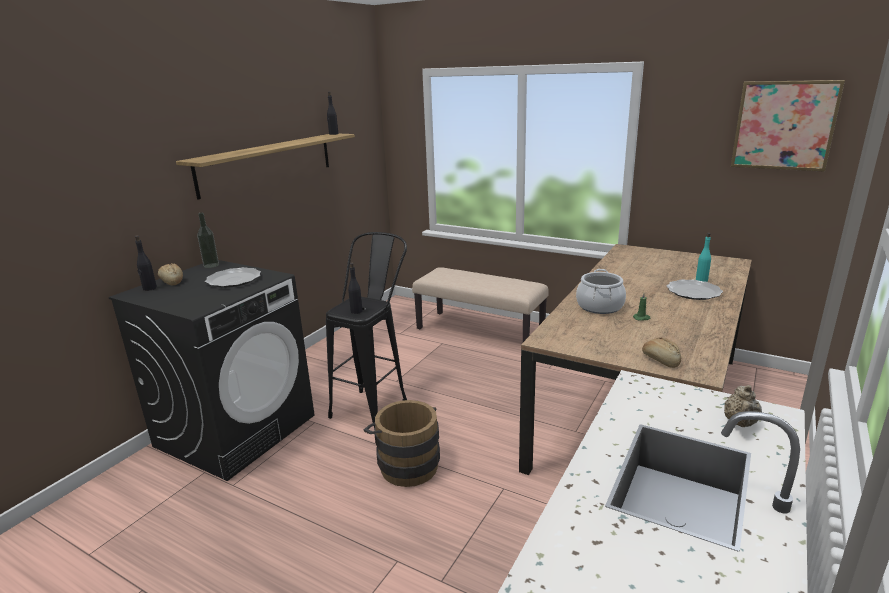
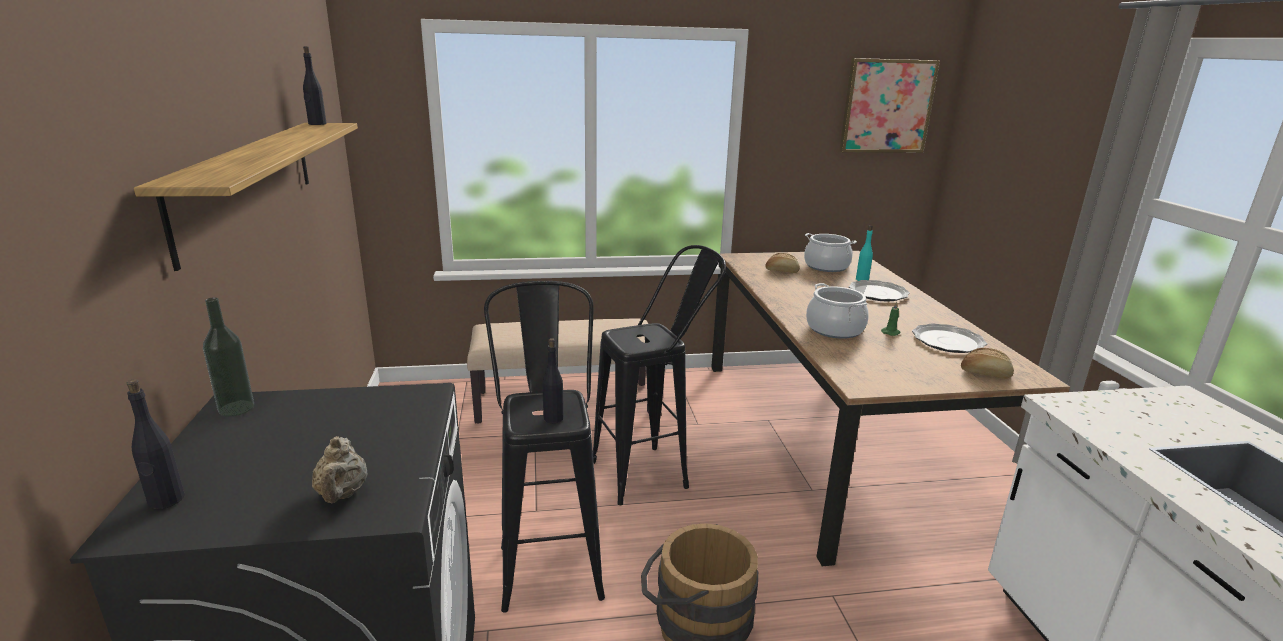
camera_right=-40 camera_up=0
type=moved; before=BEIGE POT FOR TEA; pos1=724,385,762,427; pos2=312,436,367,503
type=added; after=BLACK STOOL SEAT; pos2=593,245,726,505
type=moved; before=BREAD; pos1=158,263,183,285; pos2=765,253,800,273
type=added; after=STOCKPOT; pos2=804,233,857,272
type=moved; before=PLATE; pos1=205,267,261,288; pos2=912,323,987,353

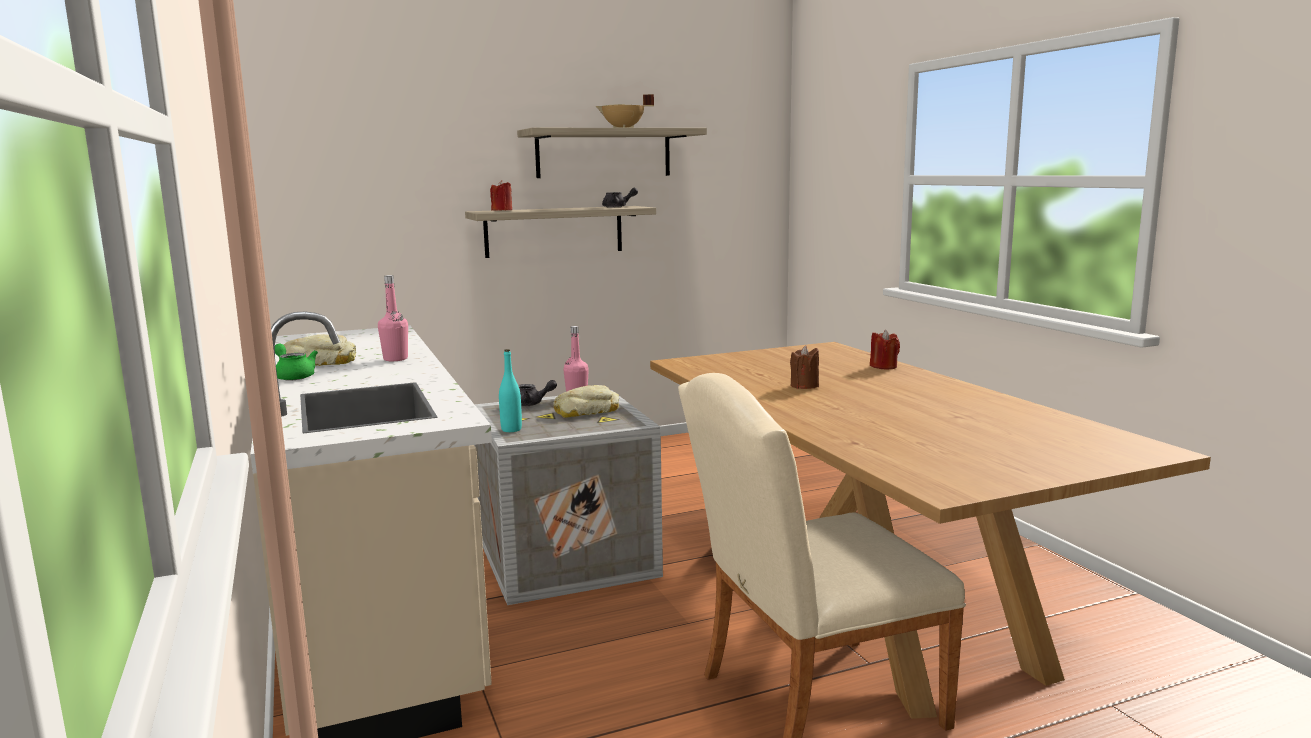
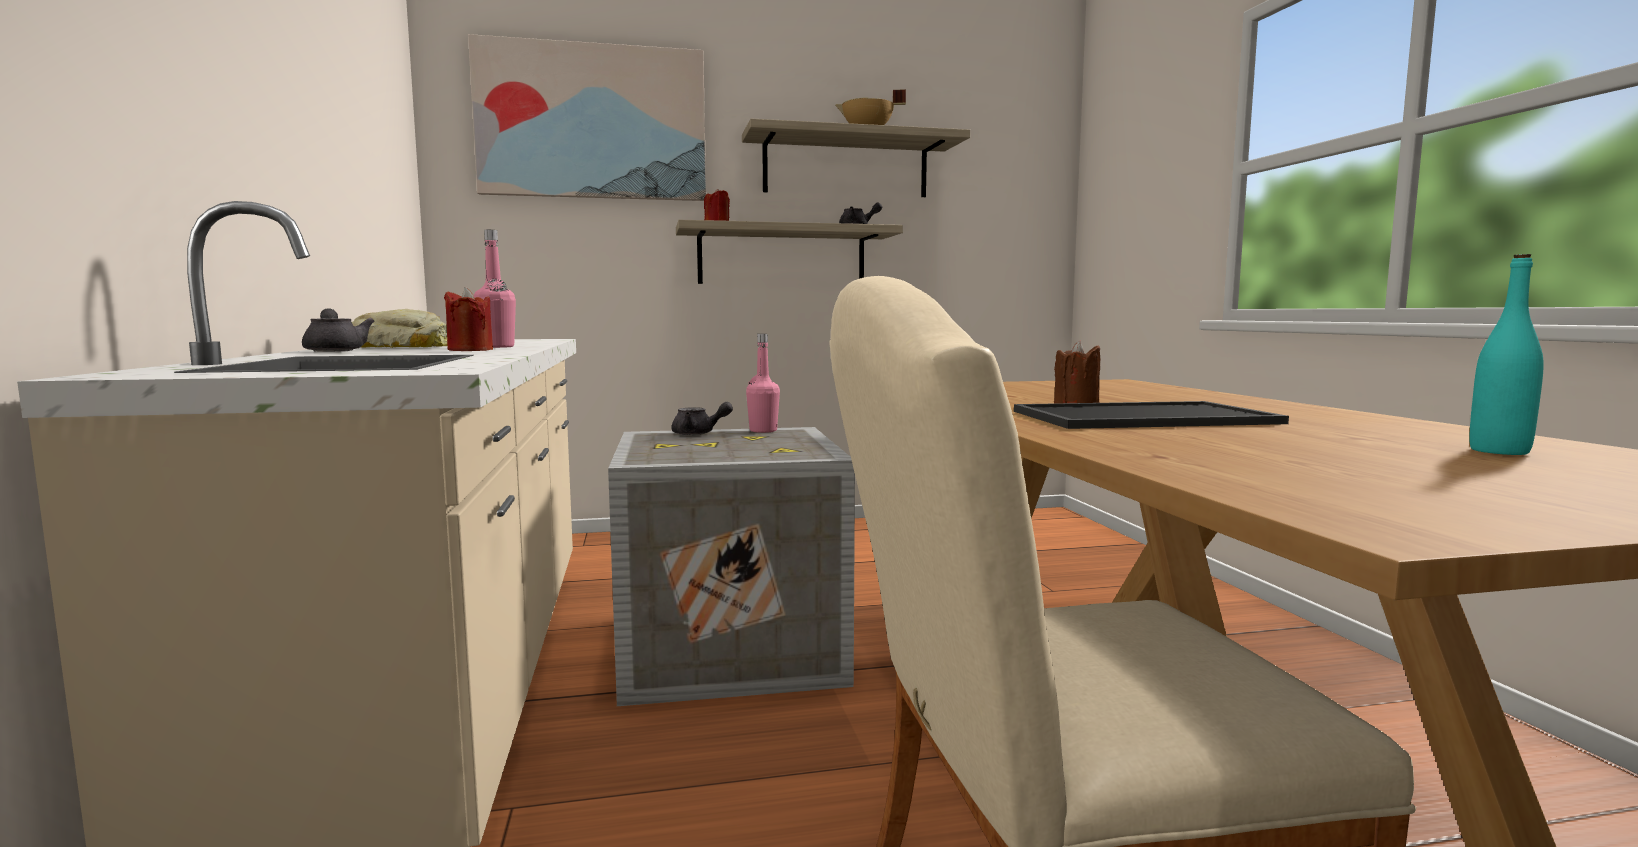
camera_right=10 camera_up=-5
type=recoloured; before=GREEN-COLOURED POT FOR TEA; after=GRAY POT FOR TEA; pos1=275,344,318,381; pos2=302,308,374,352
type=moved; before=REDDISH CANDLE; pos1=870,330,900,369; pos2=444,287,493,351
type=added; after=PICTURE; pos2=468,34,706,201
type=added; after=SERVING TRAY; pos2=1014,401,1289,429
type=moved; before=TURQUOISE DRINK BOTTLE; pos1=499,349,522,432; pos2=1469,254,1544,455
type=removed; before=BREAD; pos1=553,385,619,418

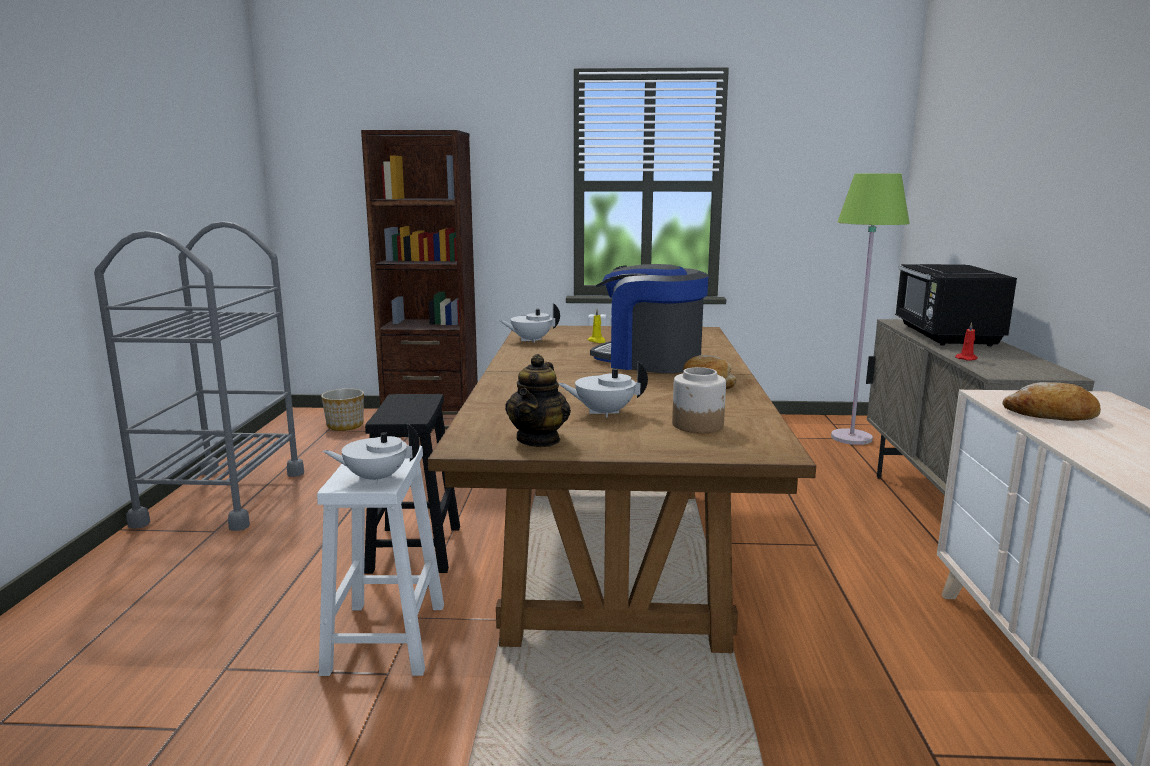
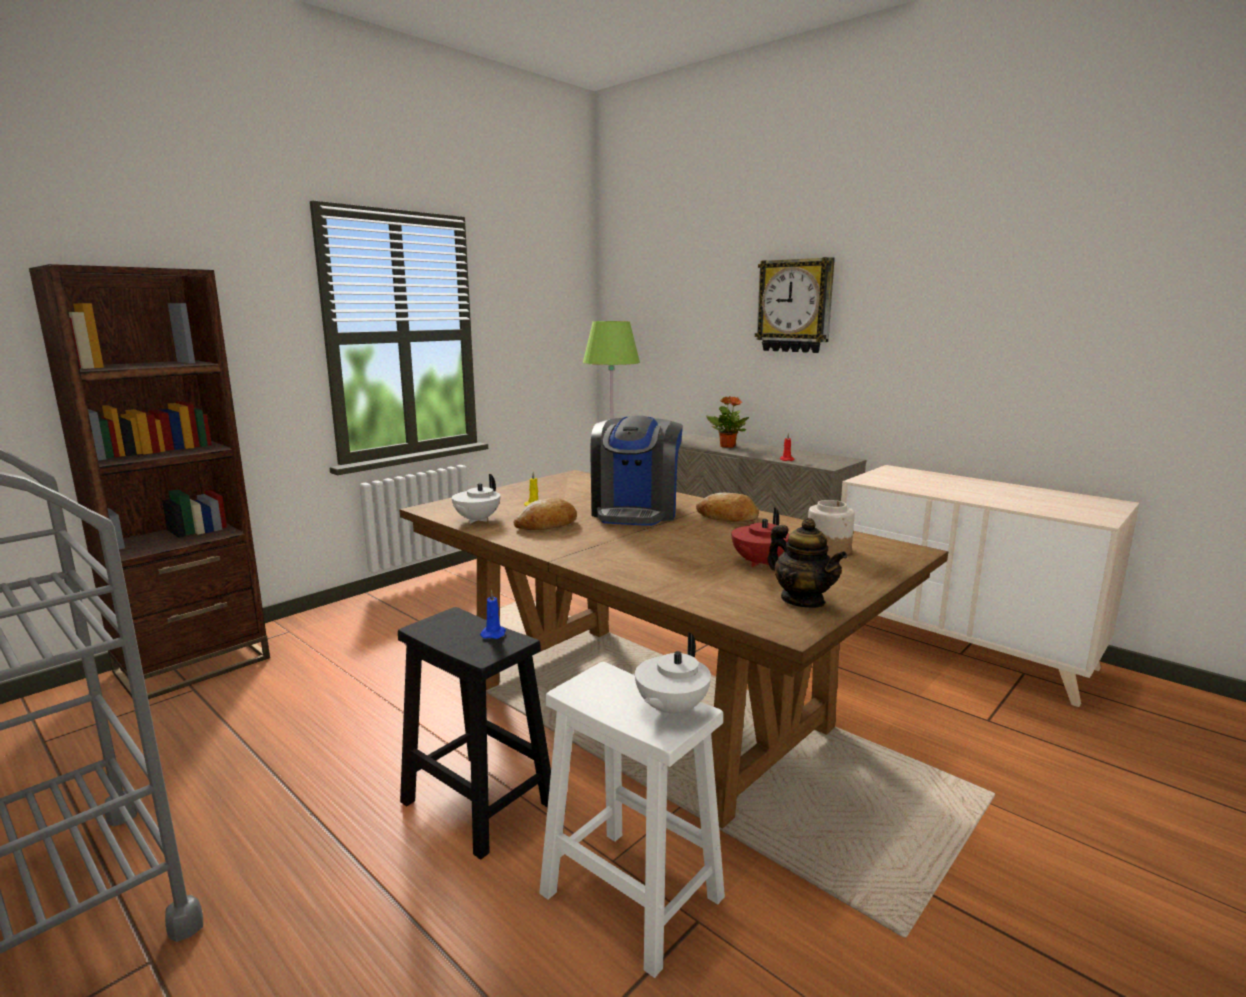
camera_right=-50 camera_up=0
type=added; after=BLUE CANDLE; pos2=480,589,506,639
type=moved; before=BREAD; pos1=1003,382,1101,421; pos2=514,498,577,530
type=turned; before=COFFEE MAKER; pos1=590,264,708,373; pos2=590,415,683,526; turn=-60
type=replaced; before=BLACK KITCHEN MICROWAVE; after=PLANT IN A POT; pos1=895,264,1017,346; pos2=706,396,749,448
type=recoloured; before=WHITE-COLOURED POT FOR TEA; after=REDDISH POT FOR TEA; pos1=558,361,648,418; pos2=731,508,789,567
type=added; after=HANGING CLOCK; pos2=755,257,835,353
type=removed; before=PLANT POT; pos1=321,388,364,431

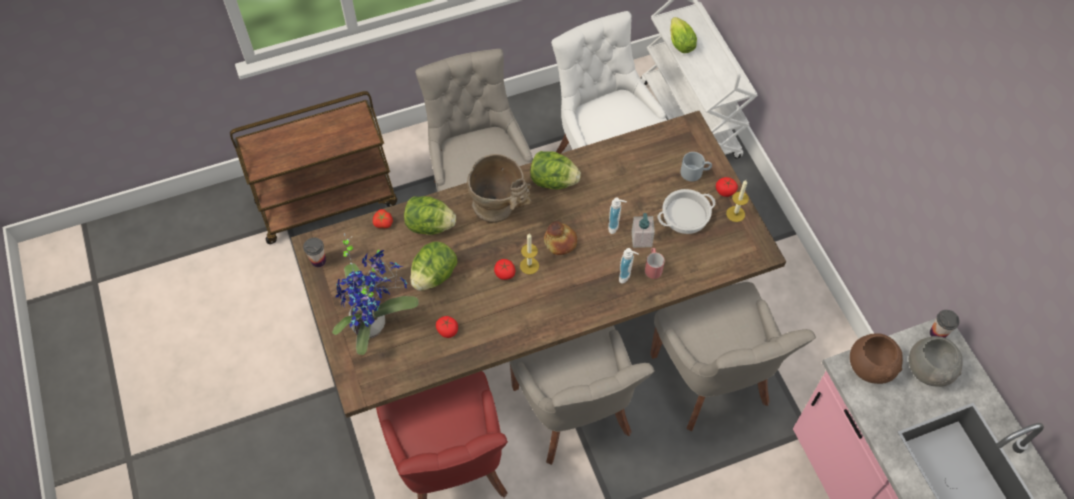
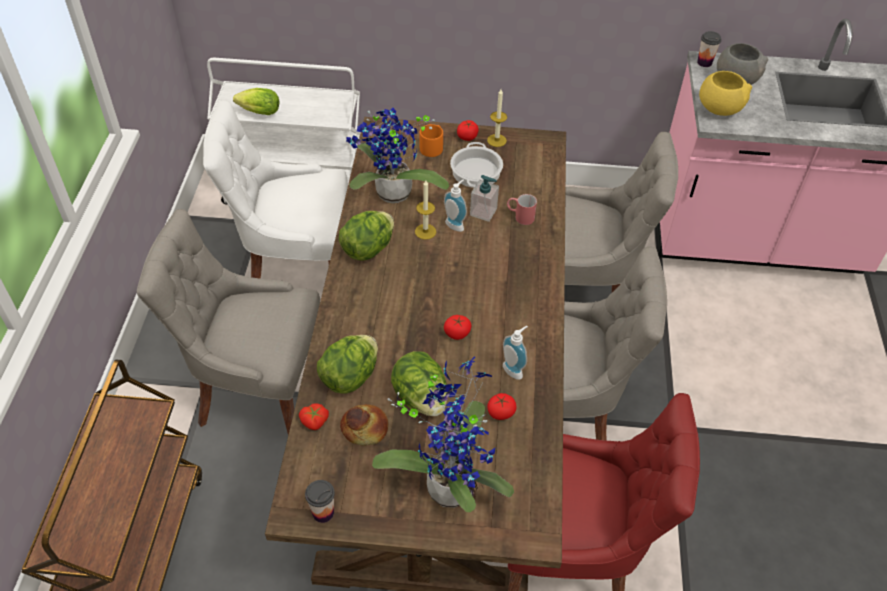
camera_right=-65 camera_up=-10
type=moved; before=BREAD; pos1=544,221,577,255; pos2=340,404,388,446
type=added; after=PLANT IN A POT; pos2=346,108,449,203
type=moved; before=CANDLE; pos1=520,233,539,275; pos2=415,180,436,240
type=recoloured; before=GRAY MUG; after=ORANGE-COLOURED MUG; pos1=680,152,712,182; pos2=420,124,443,157
type=moved; before=SOAP DISPENSER; pos1=619,248,639,284; pos2=503,326,528,380
type=recoloured; before=BROWN-COLOURED BOWL; after=YELLOW-COLOURED BOWL; pos1=850,333,903,384; pos2=699,71,752,116
type=removed; before=BEIGE DECORATIVE VASE; pos1=467,154,532,223

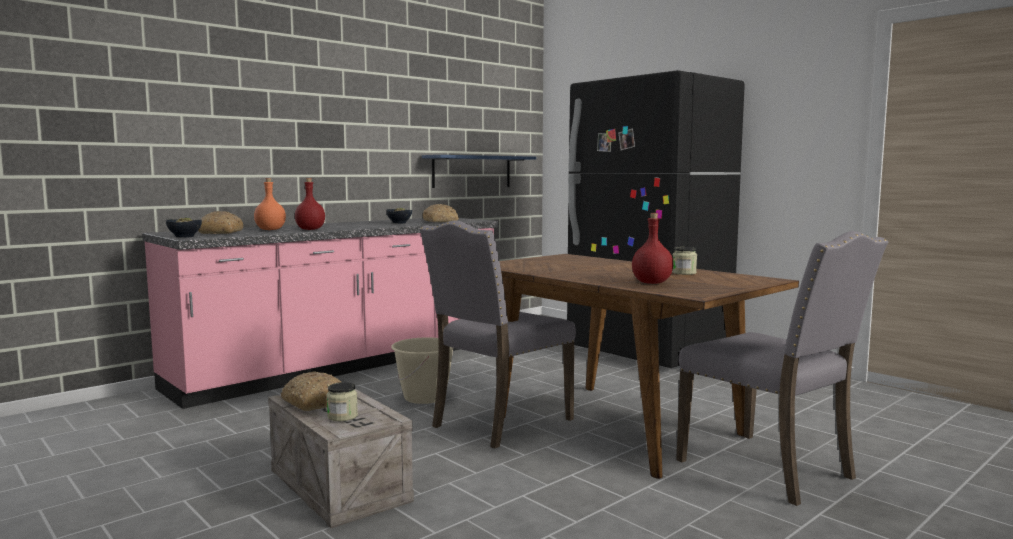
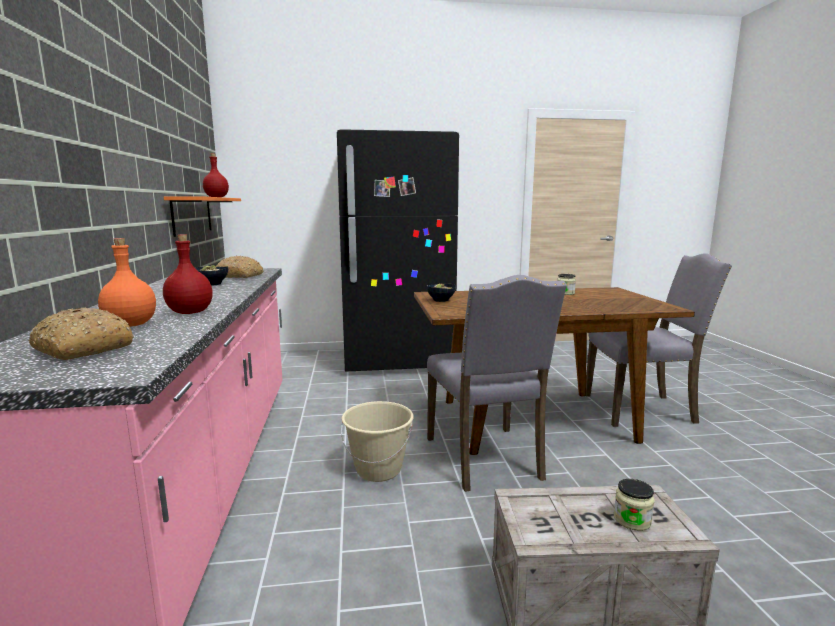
camera_right=-55 camera_up=5
type=recoloured; before=BLUE BRACKET SHELF; after=ORANGE-COLOURED BRACKET SHELF; pos1=422,155,536,188; pos2=164,196,241,237
type=moved; before=REDDISH DRINK BOTTLE; pos1=632,213,673,284; pos2=203,153,229,197
type=moved; before=BOWL; pos1=166,218,202,238; pos2=427,283,456,302
type=removed; before=BREAD; pos1=281,371,341,411

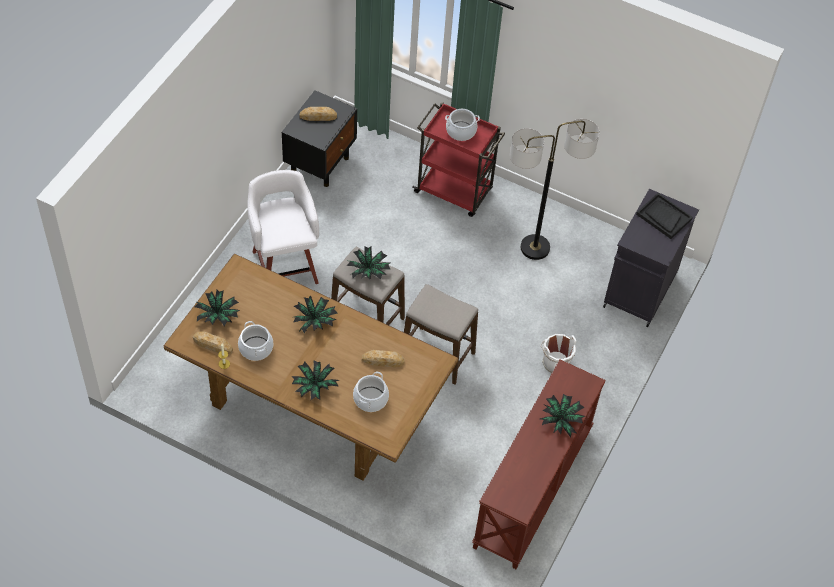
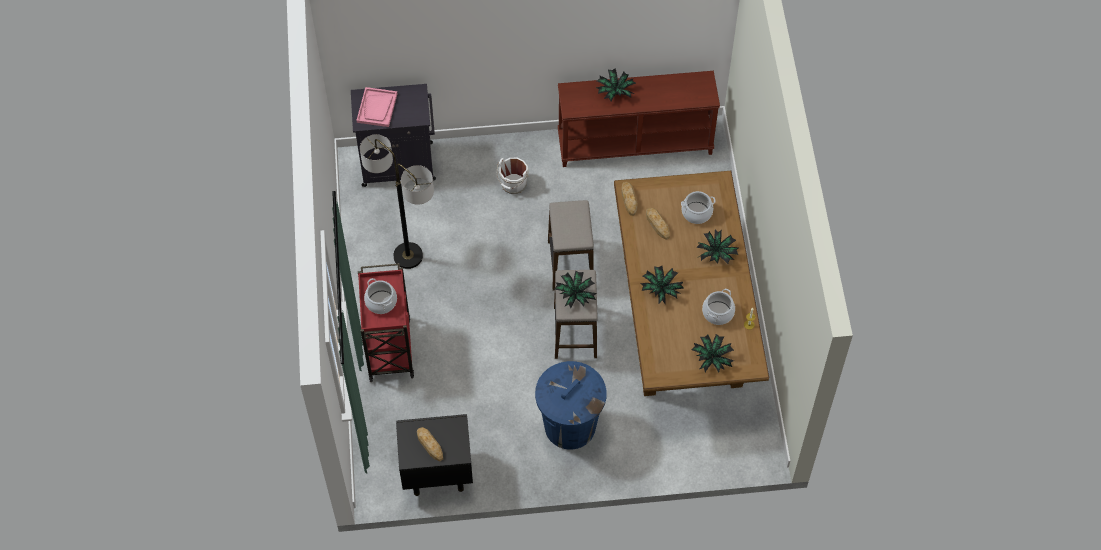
camera_right=-120 camera_up=5
type=recoloured; before=BLACK SERVING TRAY; after=PINK SERVING TRAY; pos1=636,193,693,239; pos2=356,87,397,127
type=replaced; before=WHITE-COLOURED STOOL SEAT; after=BLUE WASTE BIN; pos1=247,170,319,284; pos2=535,361,606,449
type=moved; before=BREAD; pos1=193,331,233,354; pos2=621,182,638,216

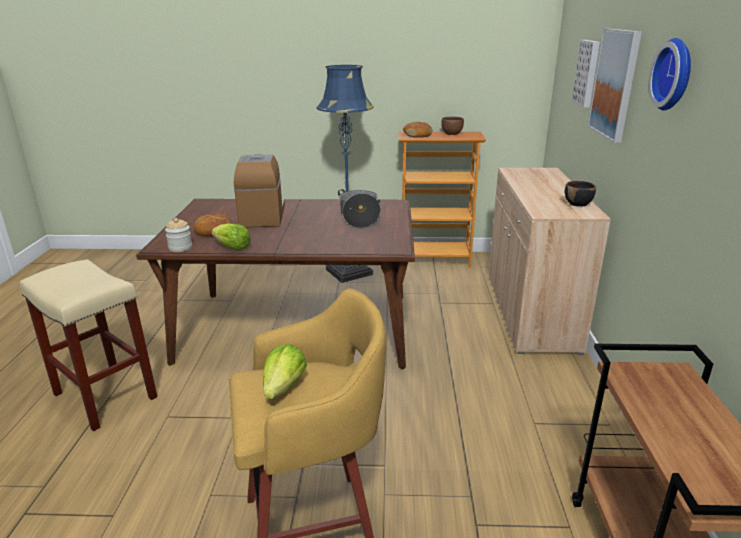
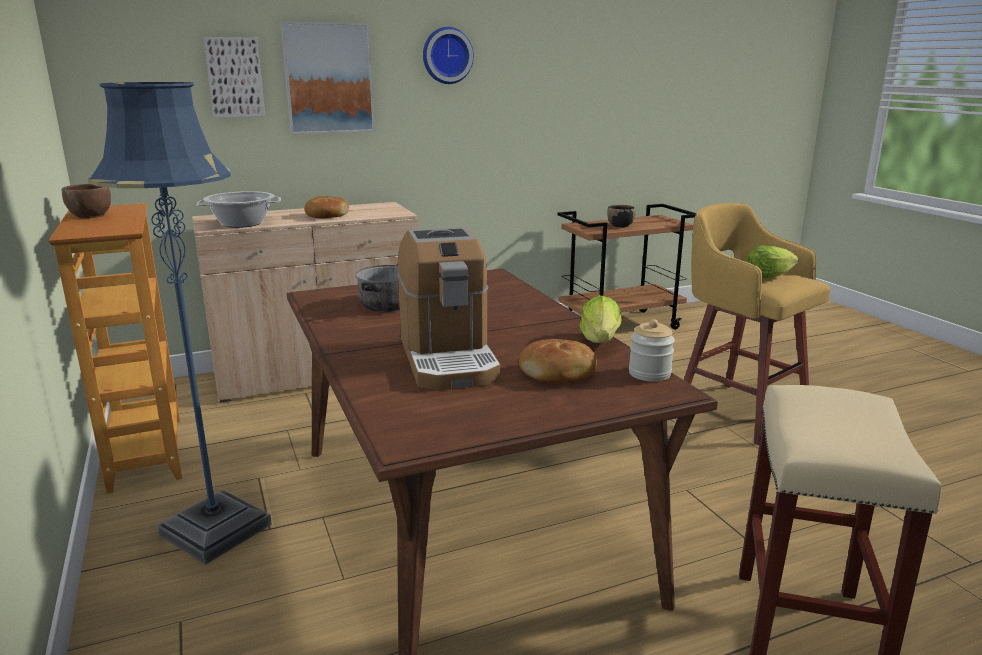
camera_right=-115 camera_up=-5
type=added; after=STOCKPOT; pos2=197,191,281,228
type=moved; before=BREAD; pos1=403,122,432,138; pos2=304,196,349,218
type=turned; before=COFFEE MAKER; pos1=234,154,285,227; pos2=397,227,501,391; turn=-75
type=moved; before=BLACK BOWL; pos1=565,181,596,207; pos2=607,205,636,227

